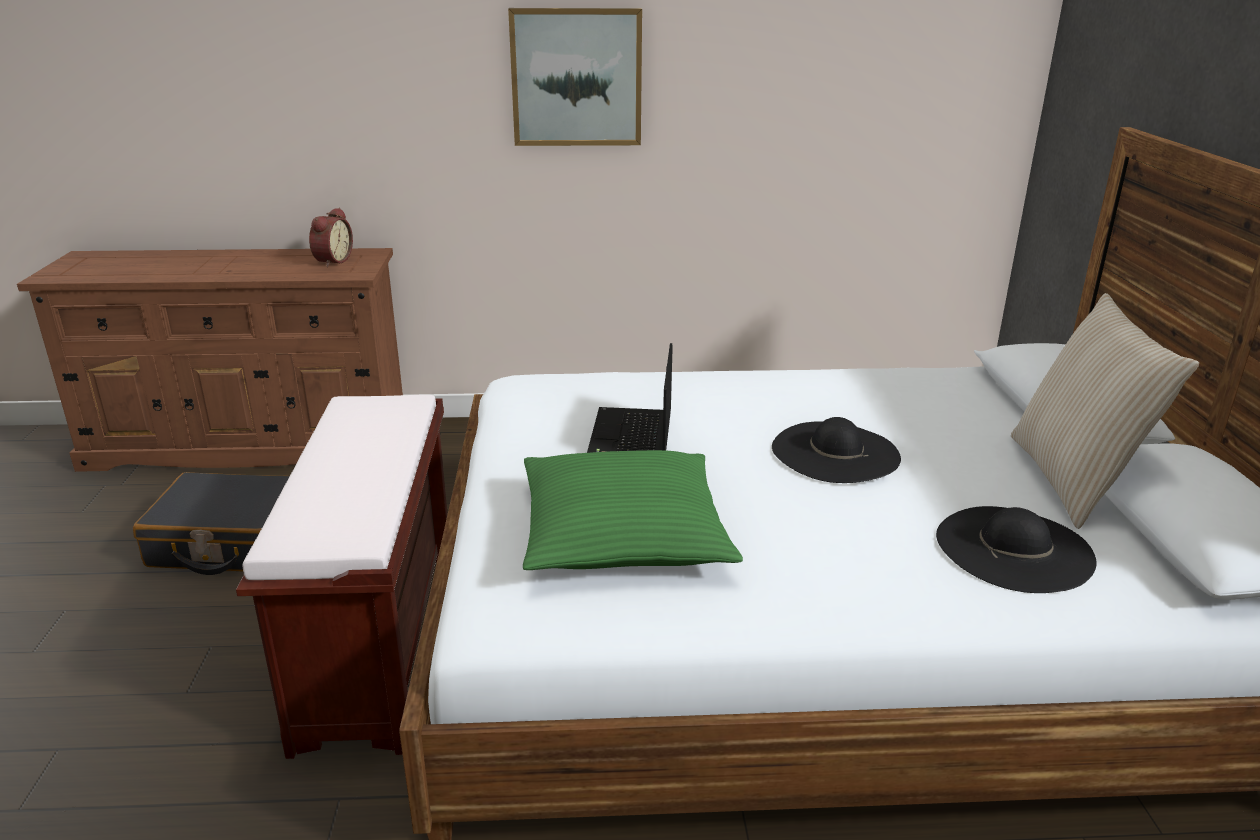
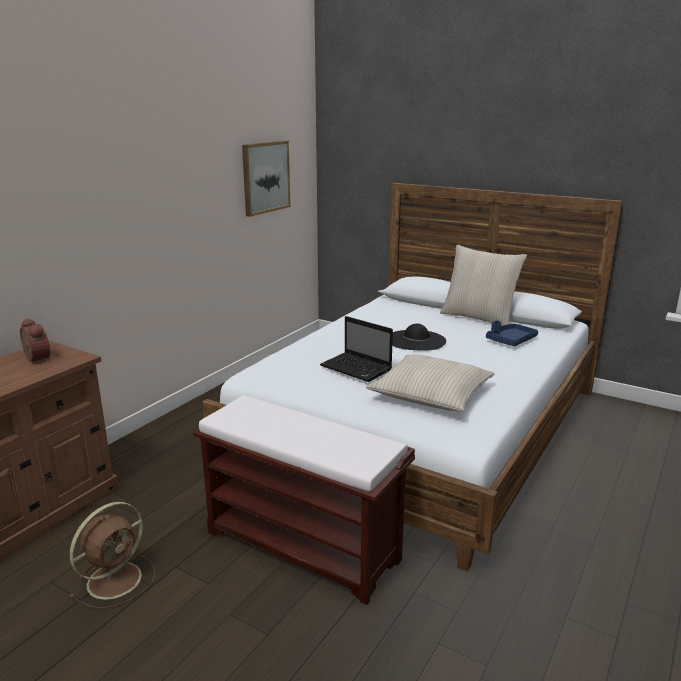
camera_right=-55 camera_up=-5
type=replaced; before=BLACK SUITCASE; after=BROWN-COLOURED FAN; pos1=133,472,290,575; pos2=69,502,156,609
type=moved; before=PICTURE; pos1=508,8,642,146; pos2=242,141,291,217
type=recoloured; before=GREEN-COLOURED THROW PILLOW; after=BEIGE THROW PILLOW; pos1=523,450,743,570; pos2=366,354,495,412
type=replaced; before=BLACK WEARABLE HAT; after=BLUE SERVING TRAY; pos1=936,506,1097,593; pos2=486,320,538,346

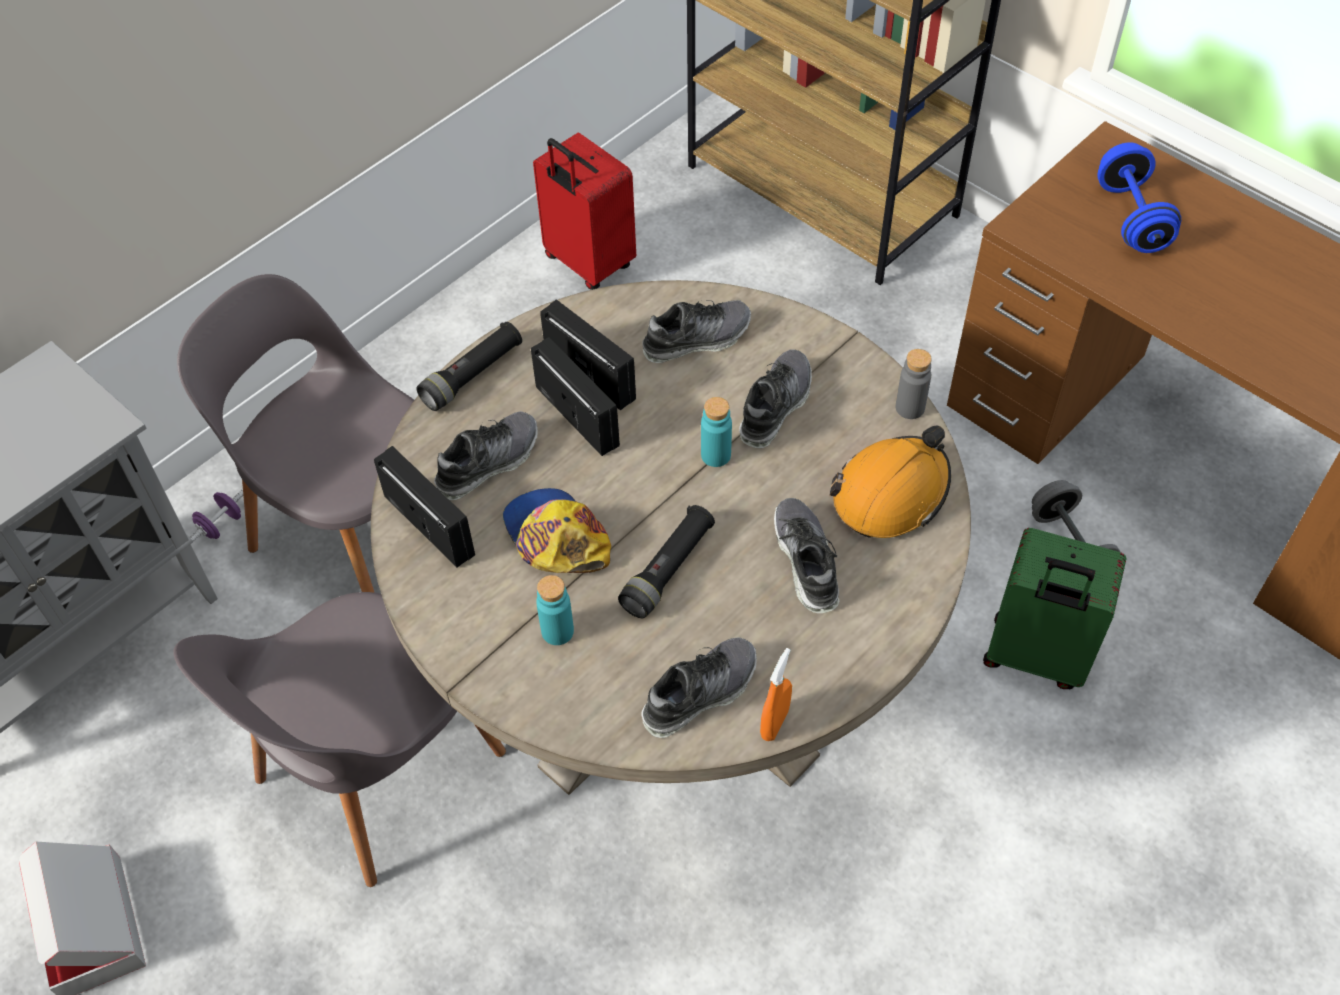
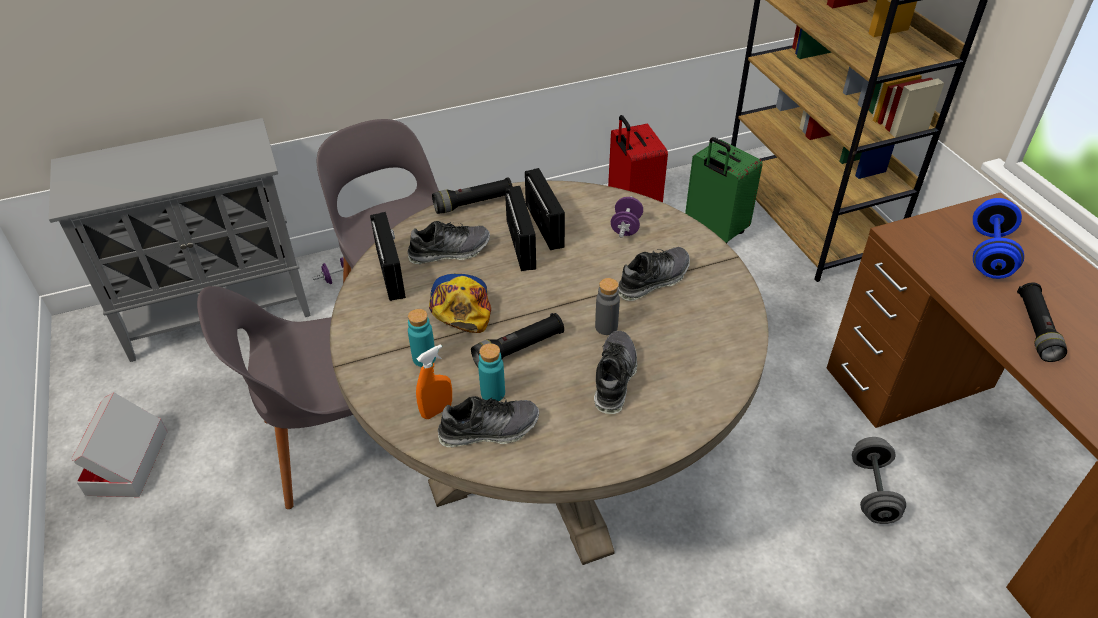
camera_right=25 camera_up=-10
type=moved; before=ORANGE-COLOURED SPRAY BOTTLE; pos1=760,648,792,741; pos2=416,344,452,419
type=moved; before=TURQUOISE DRINK BOTTLE; pos1=701,397,732,467; pos2=478,343,505,401
type=moved; before=GRAY DRINK BOTTLE; pos1=896,349,932,419; pos2=595,278,620,335
type=replaced; before=ITEM OF FOOTWEAR; after=PURPLE DUMBBELL; pos1=642,300,751,363; pos2=611,196,643,237
type=moved; before=GREEN-COLOURED SUITCASE; pos1=983,528,1126,689; pos2=685,137,763,244
type=added; after=BLACK FLASHLIGHT; pos2=1017,282,1067,362
type=removed; before=ORANGE-COLOURED WORK HELMET; pos1=830,425,951,538

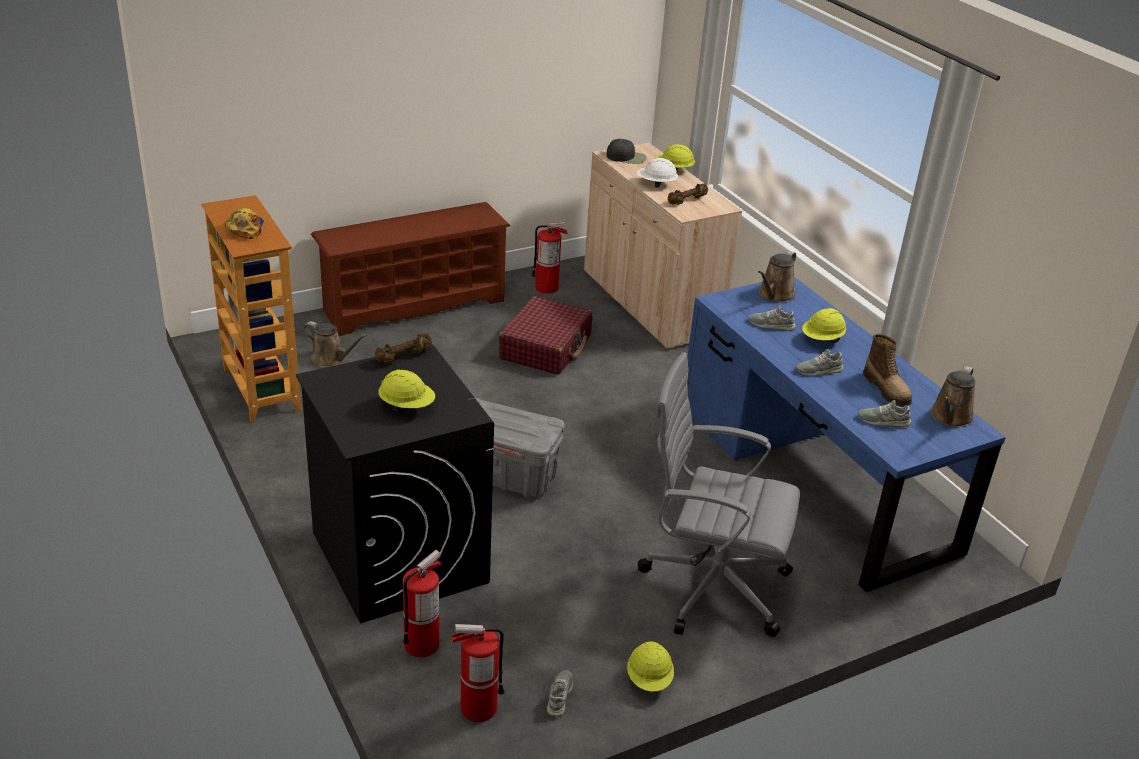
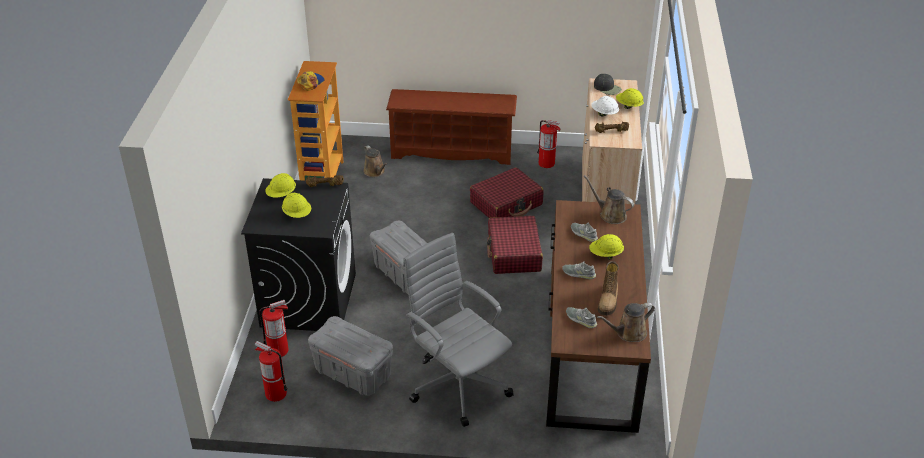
camera_right=35 camera_up=5
type=moved; before=YELLOW-COLOURED WORK HELMET; pos1=627,641,674,691; pos2=265,173,296,198
type=added; after=GRAY STORAGE CONTAINER; pos2=308,316,393,396
type=added; after=REDDISH SUITCASE; pos2=487,216,543,274
type=recoloured; before=BLUE DESK; after=BROWN-COLOURED DESK; pos1=687,277,1006,592; pos2=546,200,651,433
type=turned; before=BROWN-COLOURED SPRINKLING CAN; pos1=758,251,796,303; pos2=584,175,634,224; turn=60
type=removed; before=GRAY ITEM OF FOOTWEAR; pos1=547,670,573,716

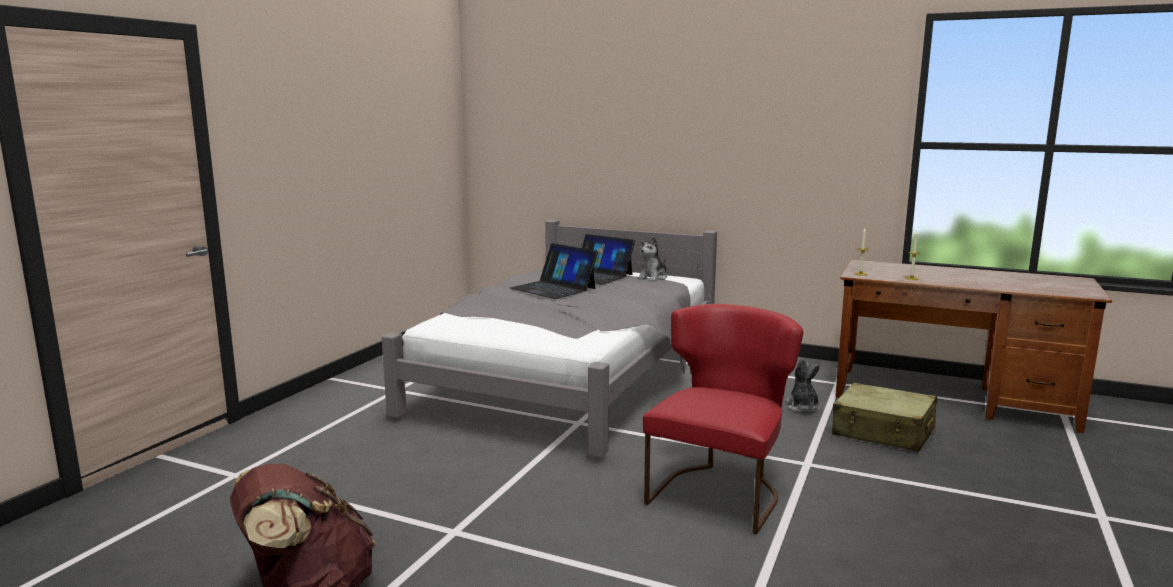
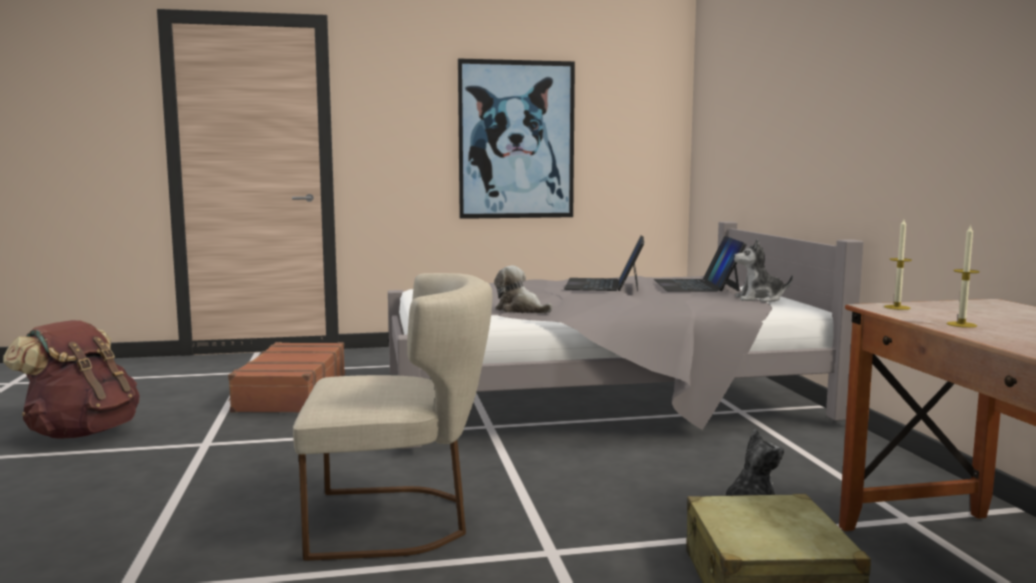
camera_right=55 camera_up=-5
type=added; after=BROWN-COLOURED SUITCASE; pos2=228,342,345,412
type=recoloured; before=REDDISH UPRIGHT CHAIR; after=BEIGE UPRIGHT CHAIR; pos1=643,304,803,534; pos2=293,273,492,561
type=added; after=PICTURE; pos2=458,59,575,219
type=added; after=CUDDLY TOY; pos2=494,266,552,313

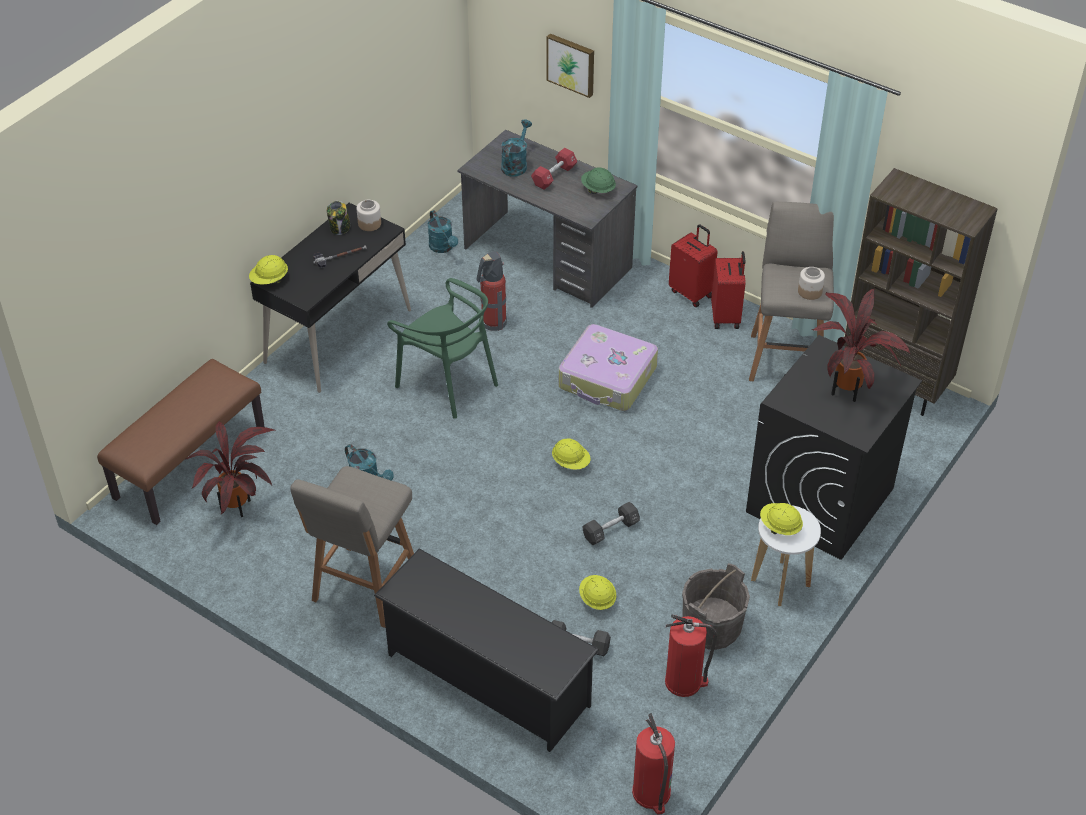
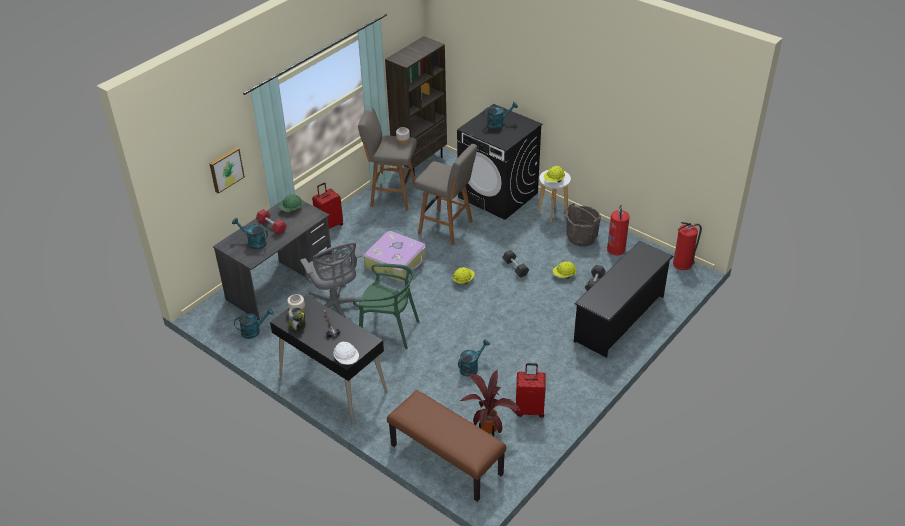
camera_right=-85 camera_up=-5
type=replaced; before=FIRE EXTINGUISHER; after=GRAY OFFICE CHAIR; pos1=476,251,507,331; pos2=300,242,362,318
type=recoloured; before=YELLOW-COLOURED WORK HELMET; after=WHITE-COLOURED WORK HELMET; pos1=249,255,288,285; pos2=334,341,359,364
type=turned; before=GREEN-COLOURED UPRIGHT CHAIR; pos1=387,278,498,419; pos2=353,263,419,349; turn=60
type=moved; before=GRAY STOOL SEAT; pos1=290,466,414,628; pos2=415,144,477,245
type=replaced; before=PLANT IN A POT; after=TURQUOISE SPRINKLING CAN; pos1=811,288,910,402; pos2=483,102,518,129
type=moved; before=REDDISH SUITCASE; pos1=711,251,746,329; pos2=516,363,545,418

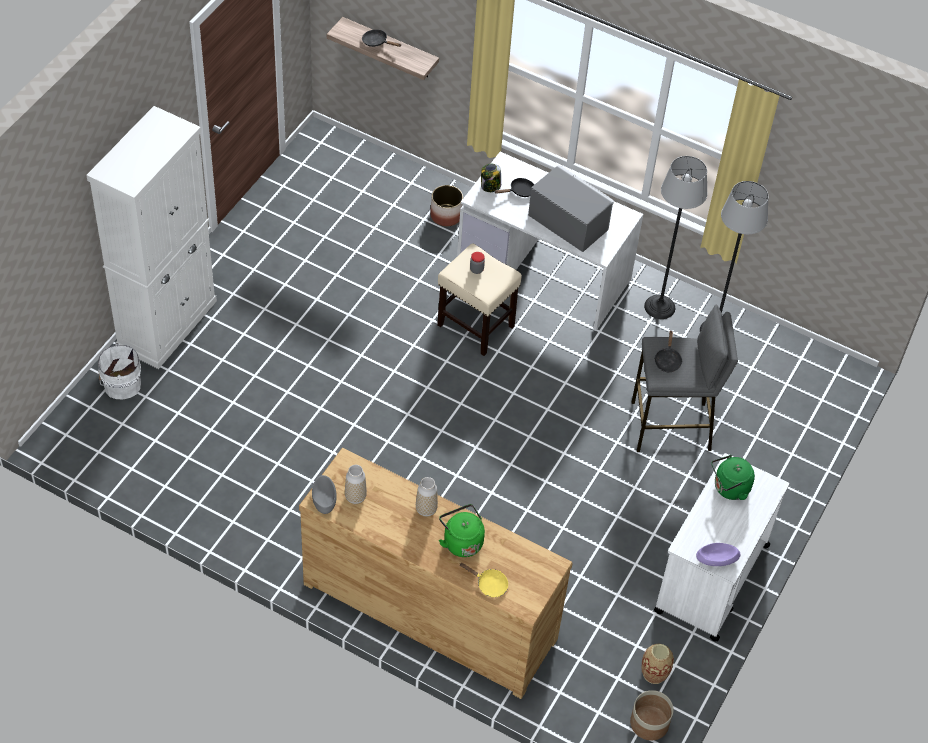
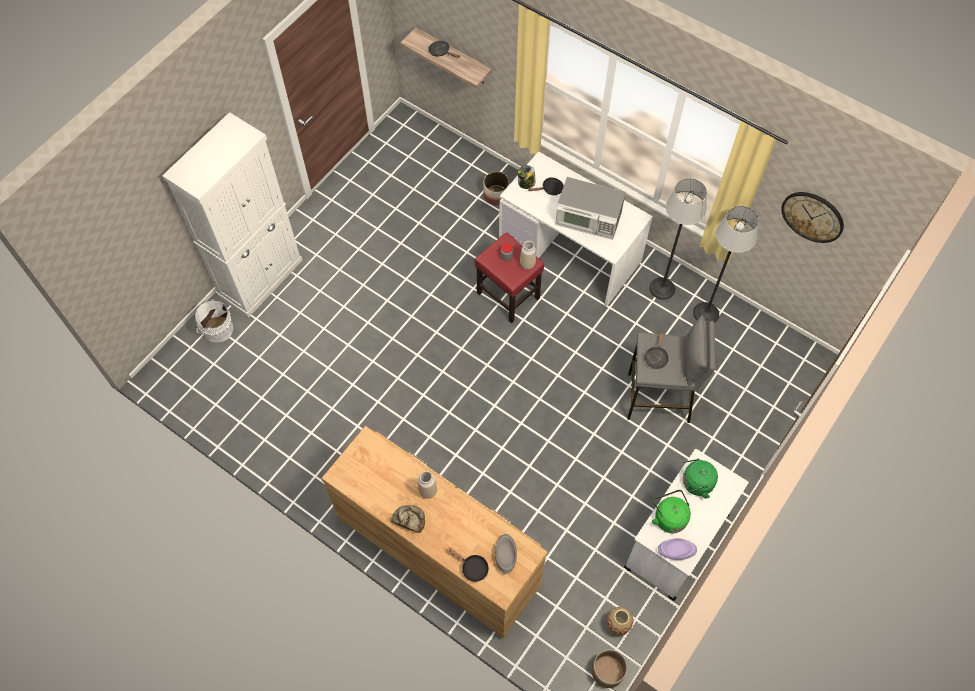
camera_right=10 camera_up=10
type=added; after=BREAD; pos2=391,505,425,533
type=recoloured; before=YELLOW-COLOURED PAN; after=BLACK PAN; pos1=459,563,508,597; pos2=448,548,489,582
type=recoloured; before=BEIGE STOOL SEAT; after=REDDISH STOOL SEAT; pos1=437,243,522,356; pos2=474,232,544,324
type=moved; before=GRAY BOWL; pos1=312,475,337,514; pos2=495,534,517,574
type=moved; before=DECORATIVE VASE; pos1=345,465,367,504; pos2=520,241,536,269
type=turned; before=KITCHEN MICROWAVE; pos1=528,165,615,252; pos2=555,177,626,240; turn=150
type=moved; before=GREEN-COLOURED TEA KETTLE; pos1=439,504,485,557; pos2=652,490,691,533
type=added; after=HANGING CLOCK; pos2=781,192,844,243

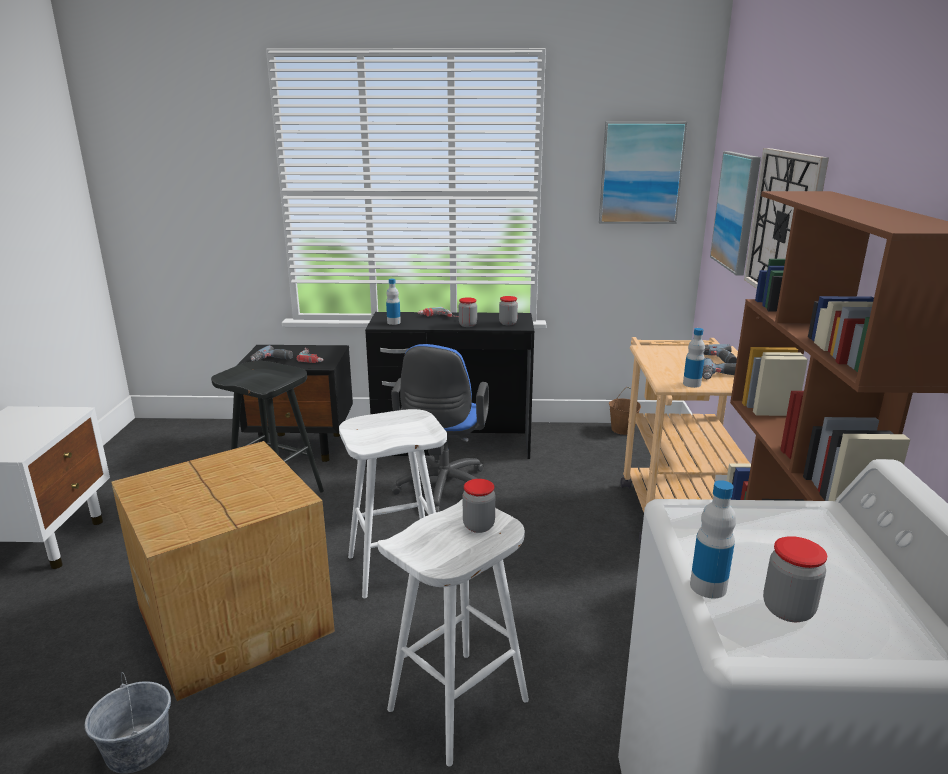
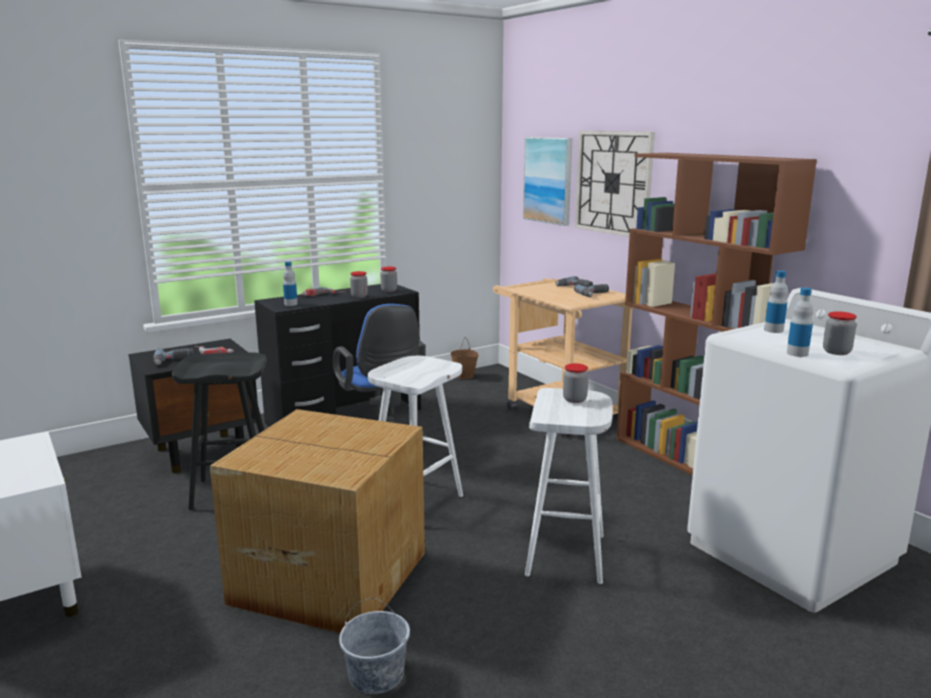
camera_right=-35 camera_up=-5
type=moved; before=DRINK BOTTLE; pos1=683,328,705,388; pos2=764,271,788,333
type=removed; before=PICTURE; pos1=599,122,687,224

